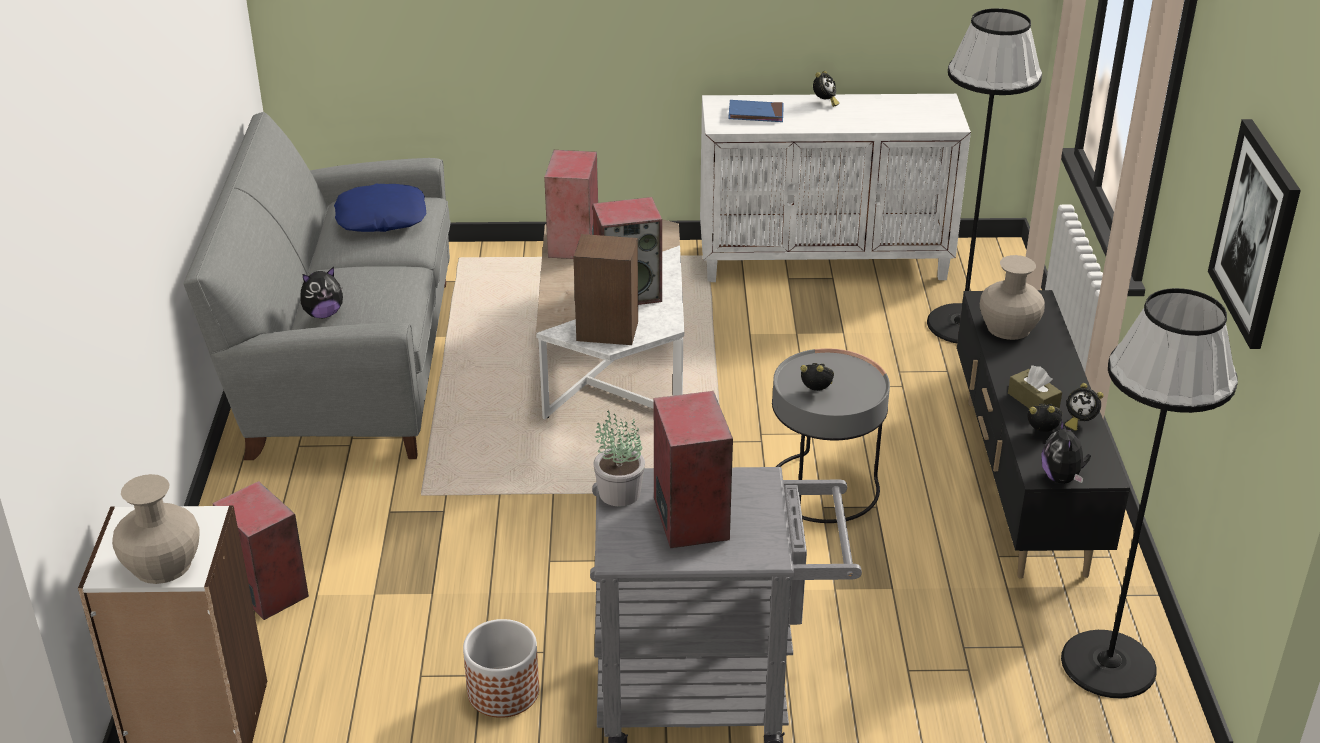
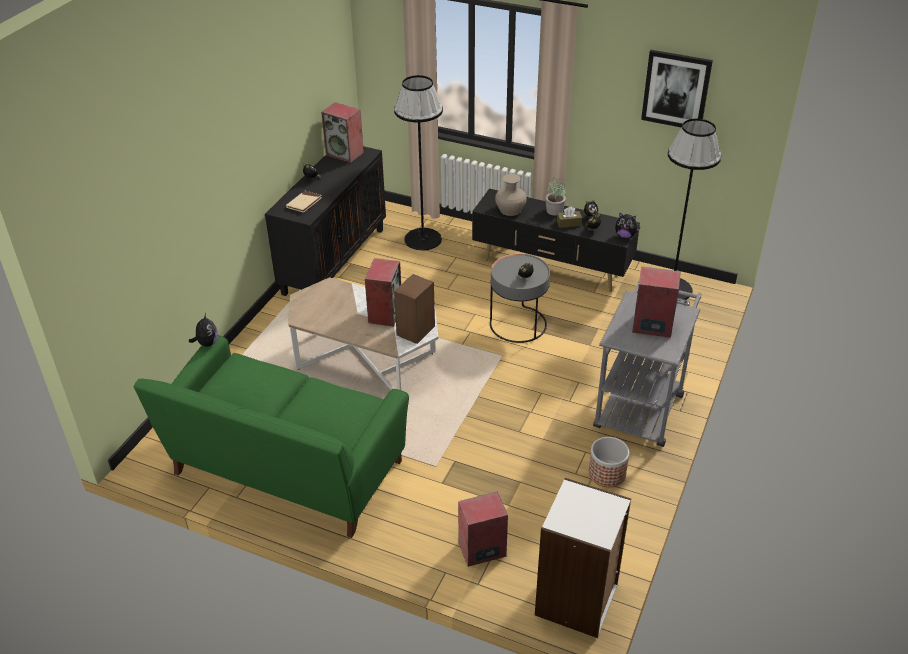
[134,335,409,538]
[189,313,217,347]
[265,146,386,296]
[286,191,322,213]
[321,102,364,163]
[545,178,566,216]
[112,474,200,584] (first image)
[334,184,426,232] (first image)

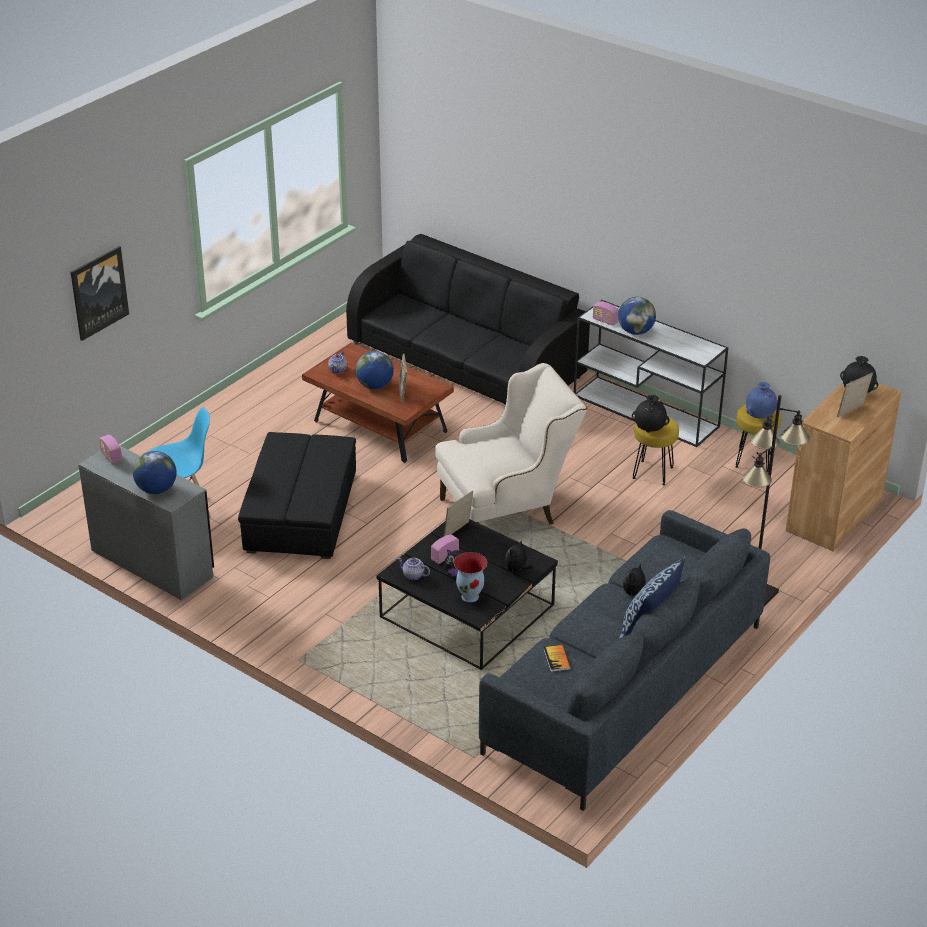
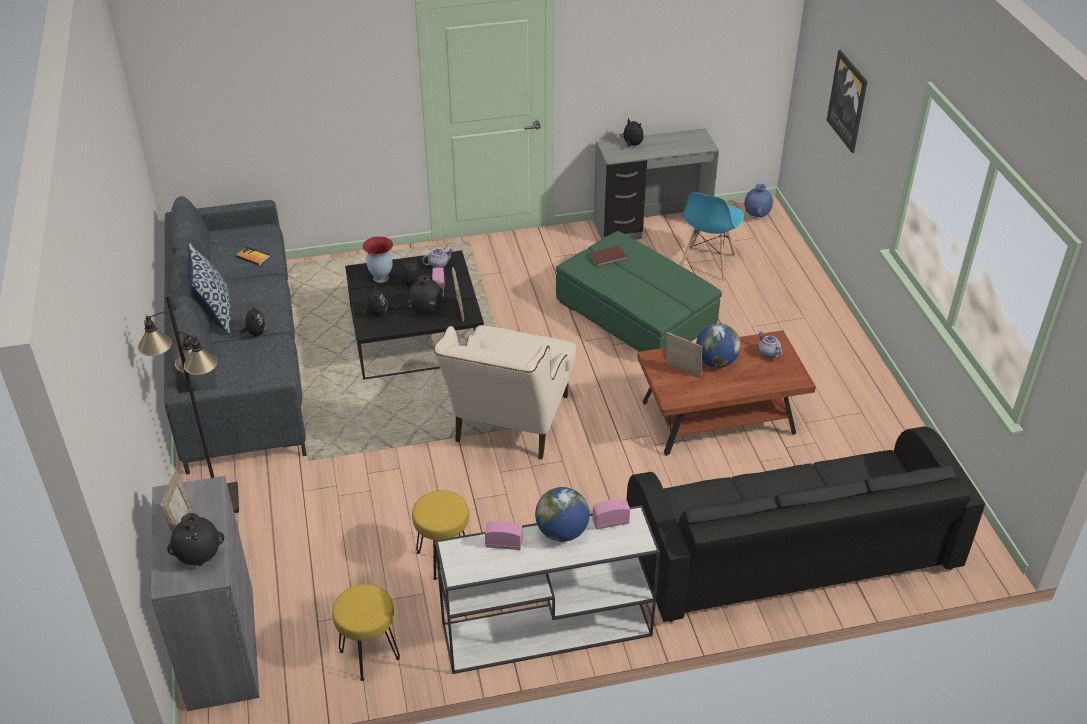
[151,476,259,711]
[407,274,444,313]
[485,521,522,550]
[556,231,722,352]
[589,245,628,267]
[620,118,644,147]
[744,184,773,217]

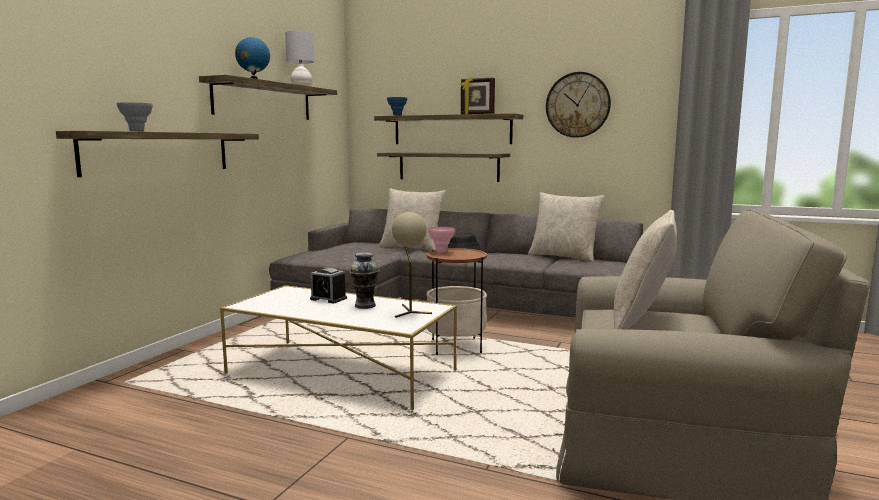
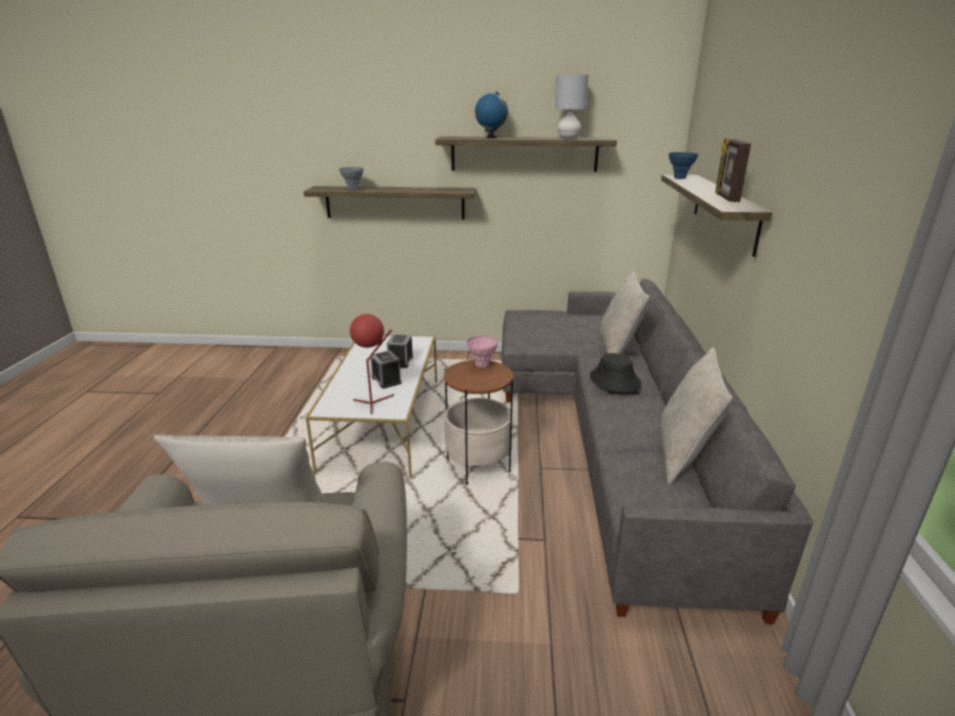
[350,314,394,414]
[370,350,401,389]
[377,152,510,182] (first image)
[546,72,611,138] (first image)

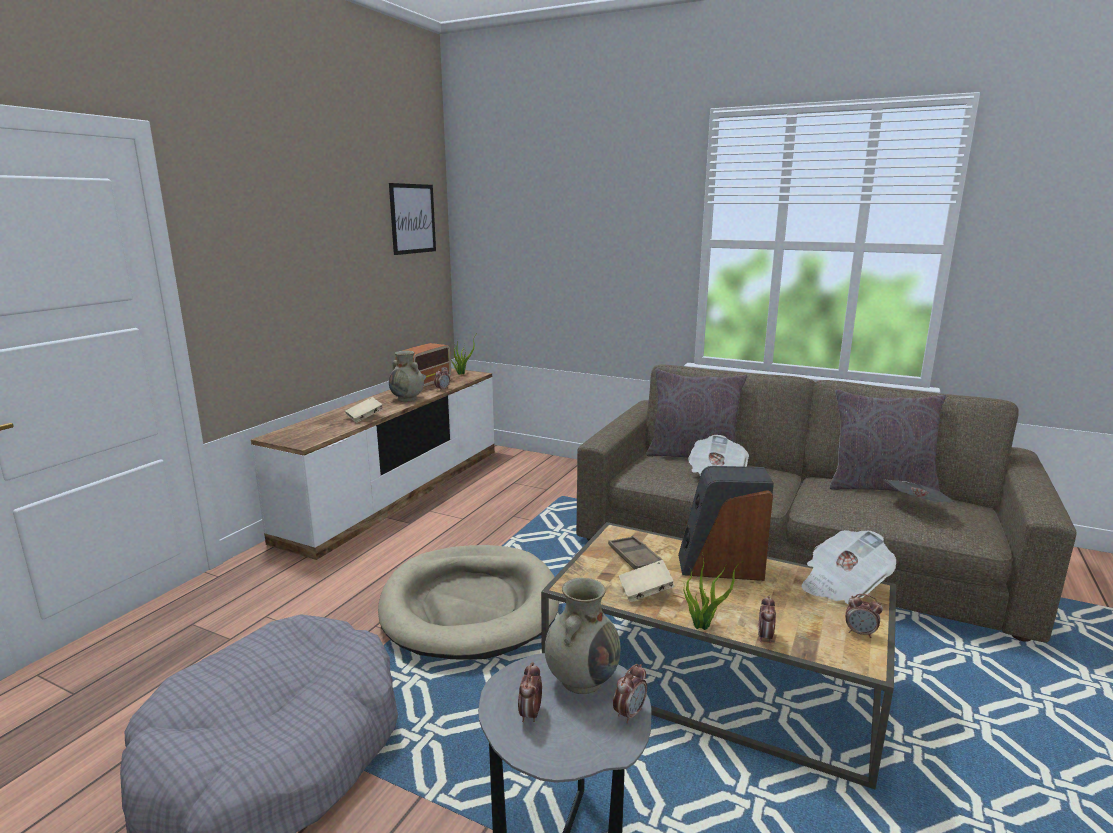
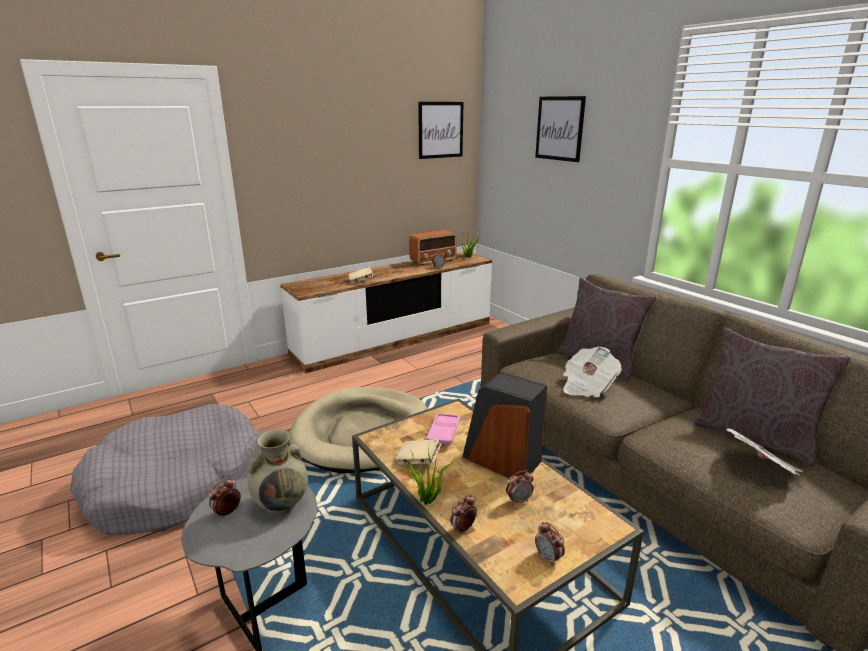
[426,413,460,445]
[506,470,534,505]
[535,96,586,162]
[389,351,424,402] (first image)
[801,530,896,604] (first image)

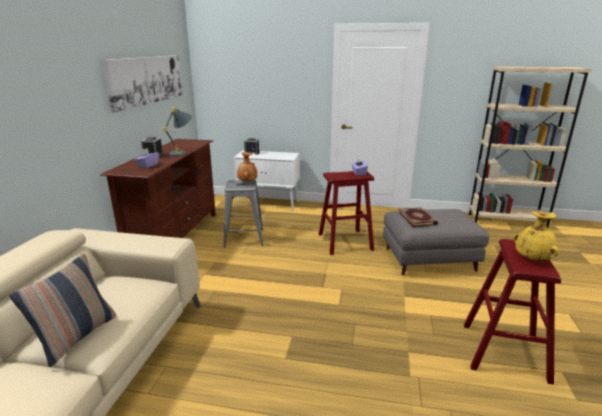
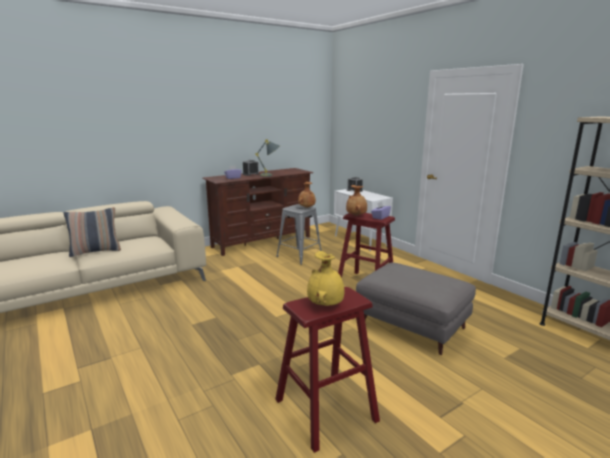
[346,185,367,216]
[102,55,182,113] (first image)
[399,208,438,227] (first image)

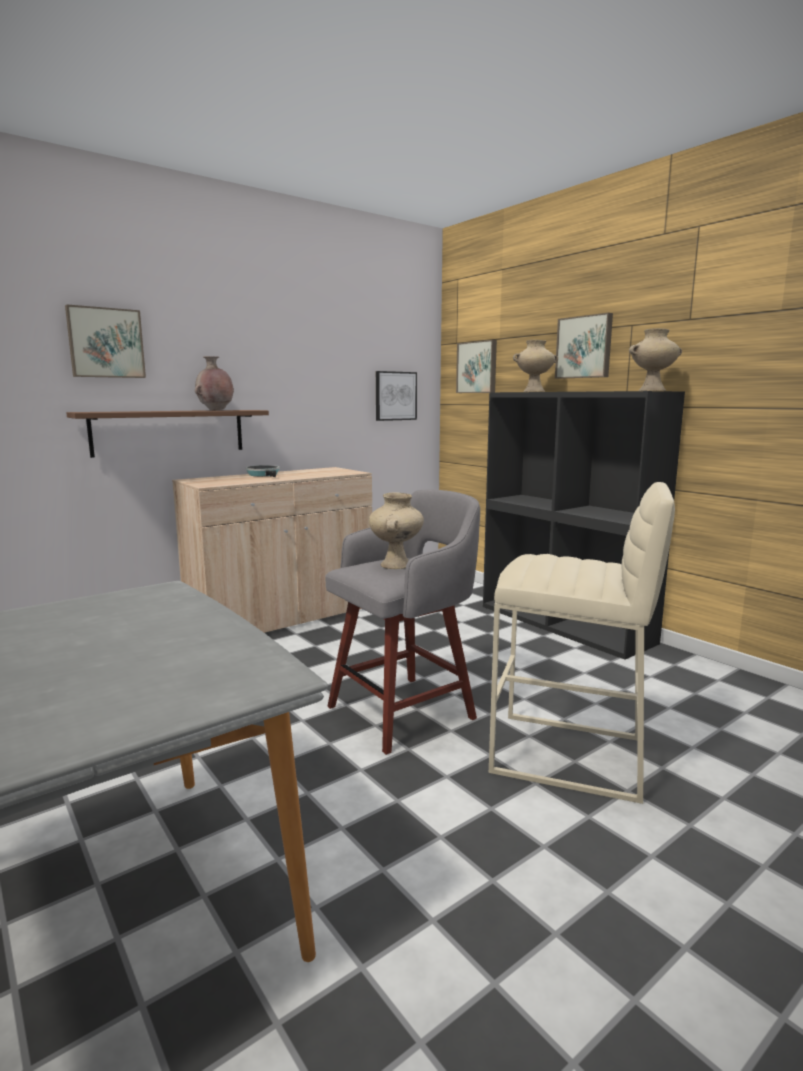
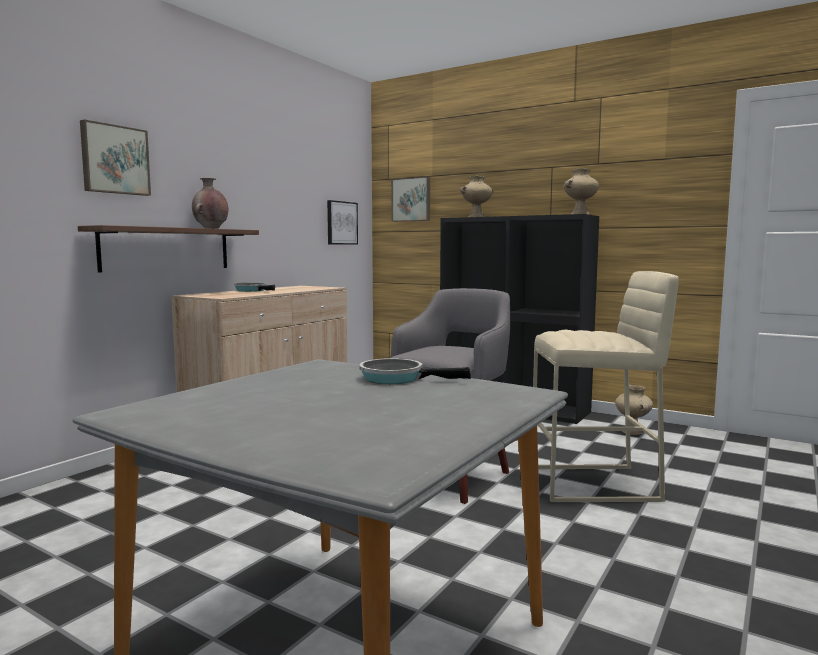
[359,358,471,384]
[615,385,653,435]
[555,313,613,379] (first image)

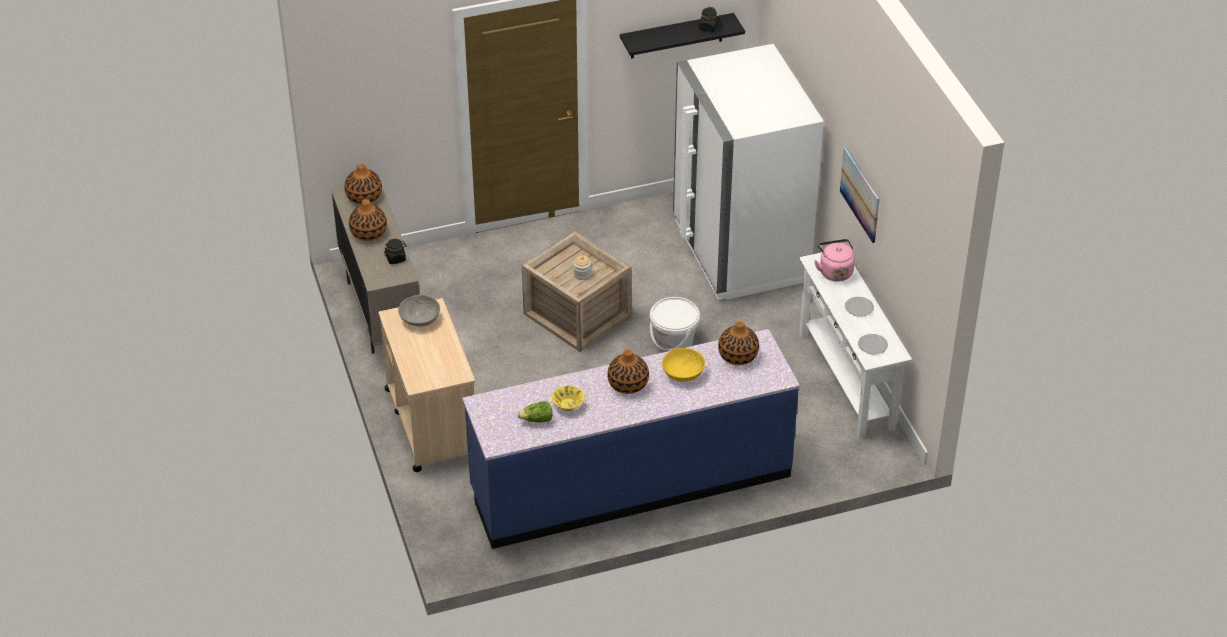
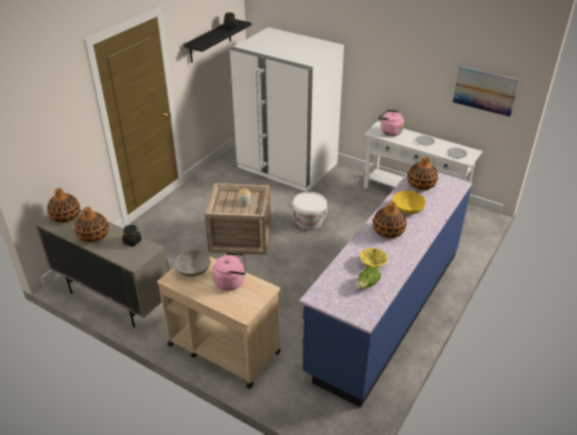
[213,252,246,291]
[453,66,520,117]

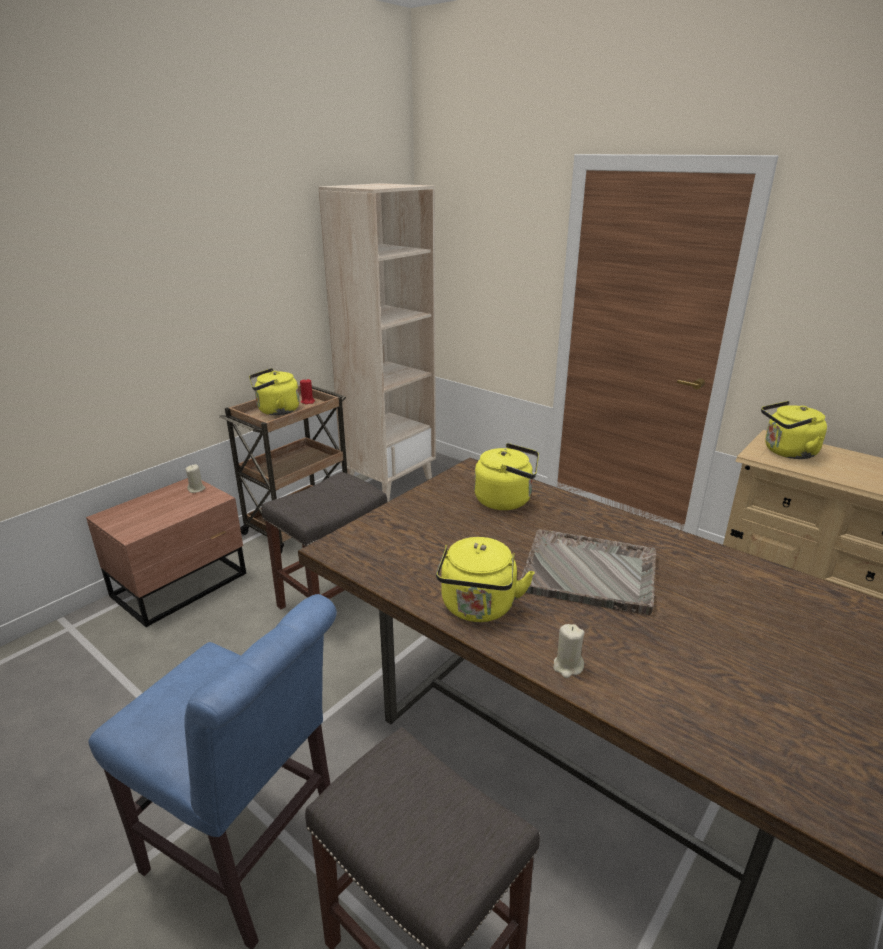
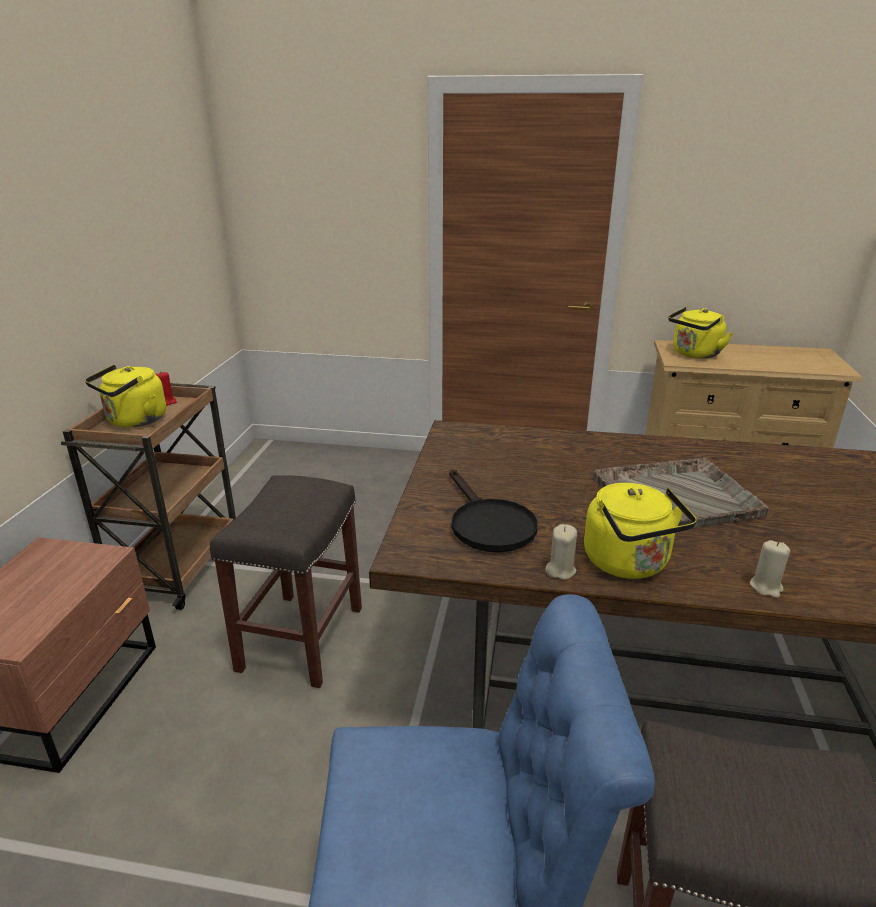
[449,469,538,552]
[545,524,577,580]
[319,183,436,502] (first image)
[474,443,539,510] (first image)

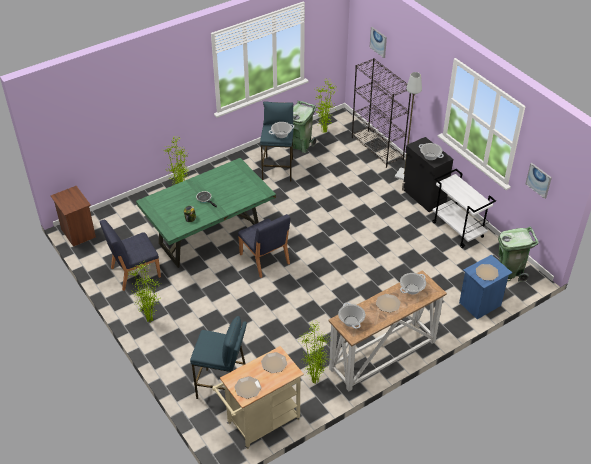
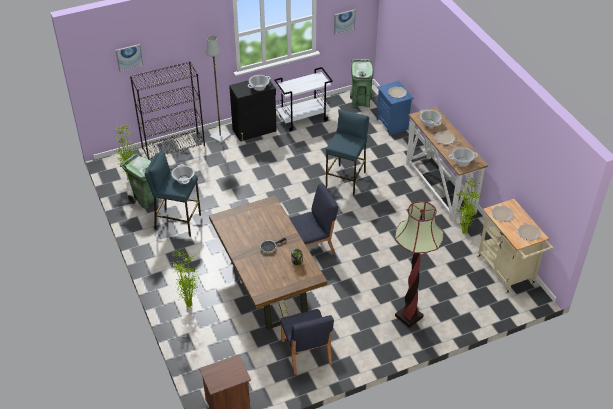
[209,196,327,330]
[326,109,369,195]
[395,201,443,328]
[129,261,161,323] (first image)

